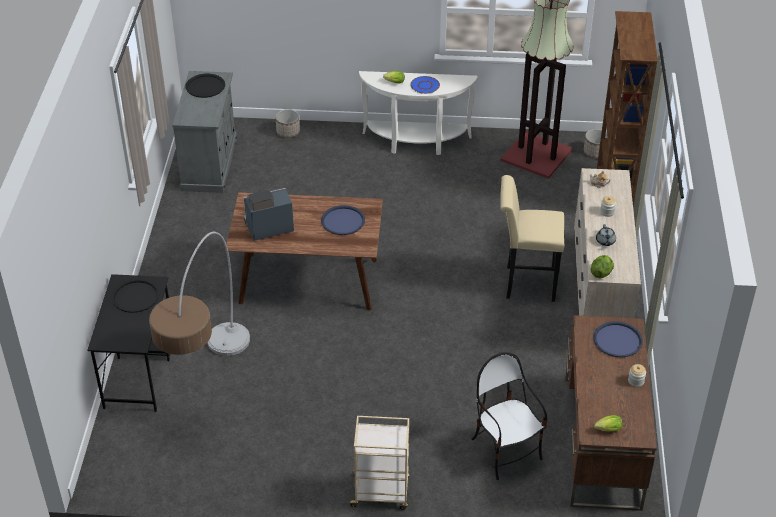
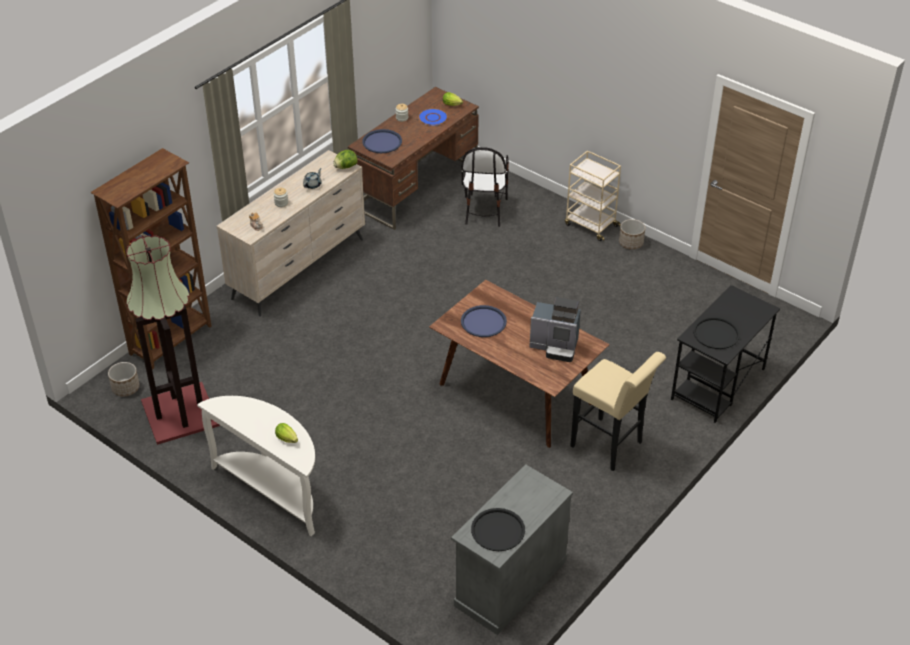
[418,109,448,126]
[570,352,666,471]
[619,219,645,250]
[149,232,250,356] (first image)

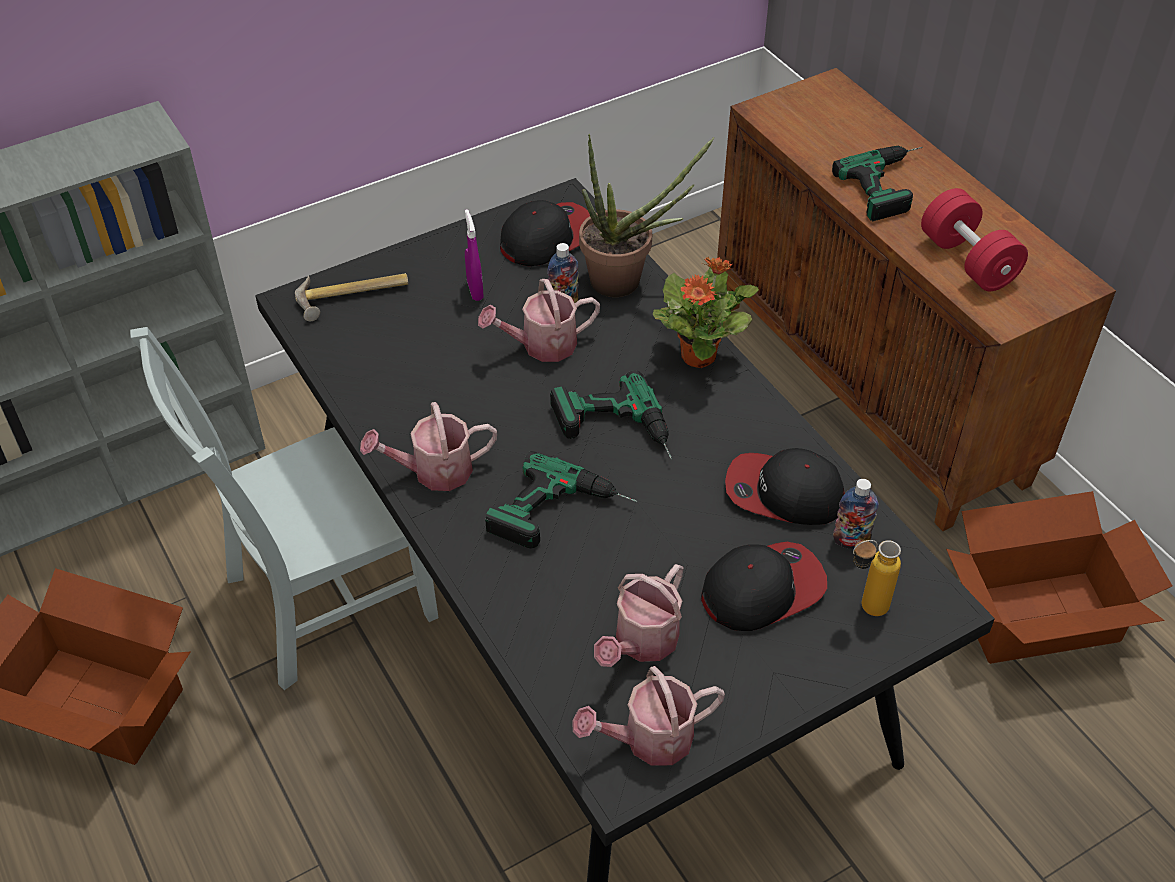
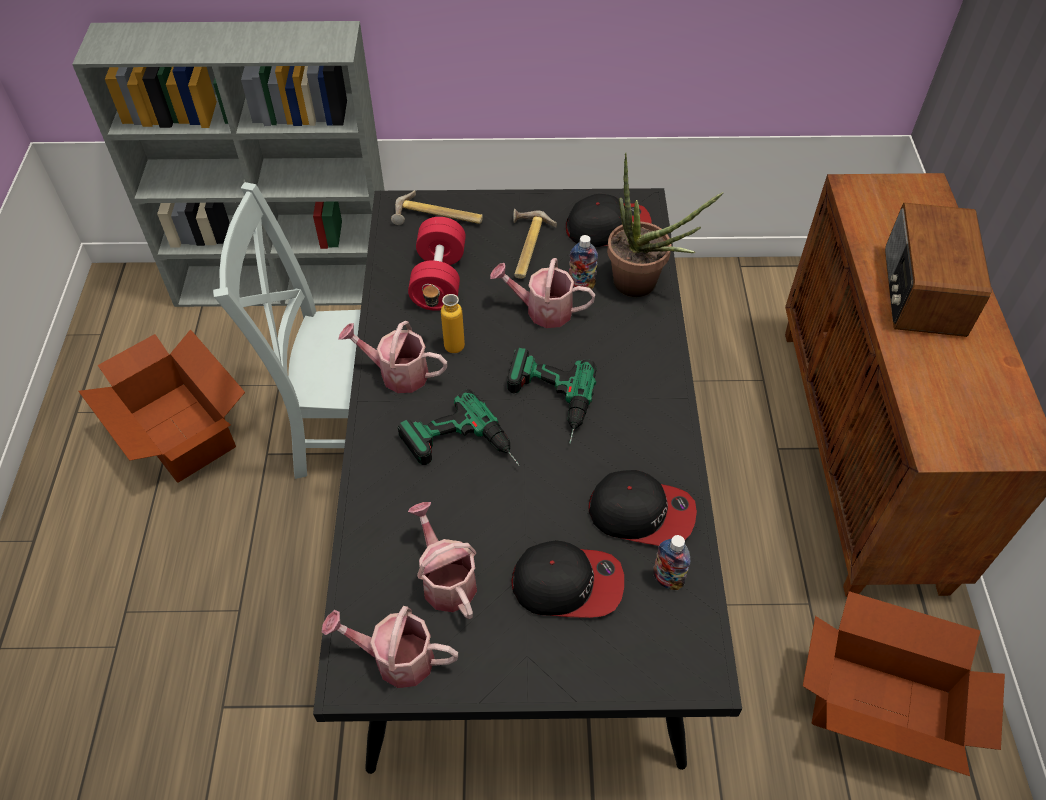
[408,217,466,311]
[408,502,477,619]
[422,284,465,353]
[513,209,557,279]
[589,470,697,546]
[885,203,991,337]
[653,257,759,368] (first image)

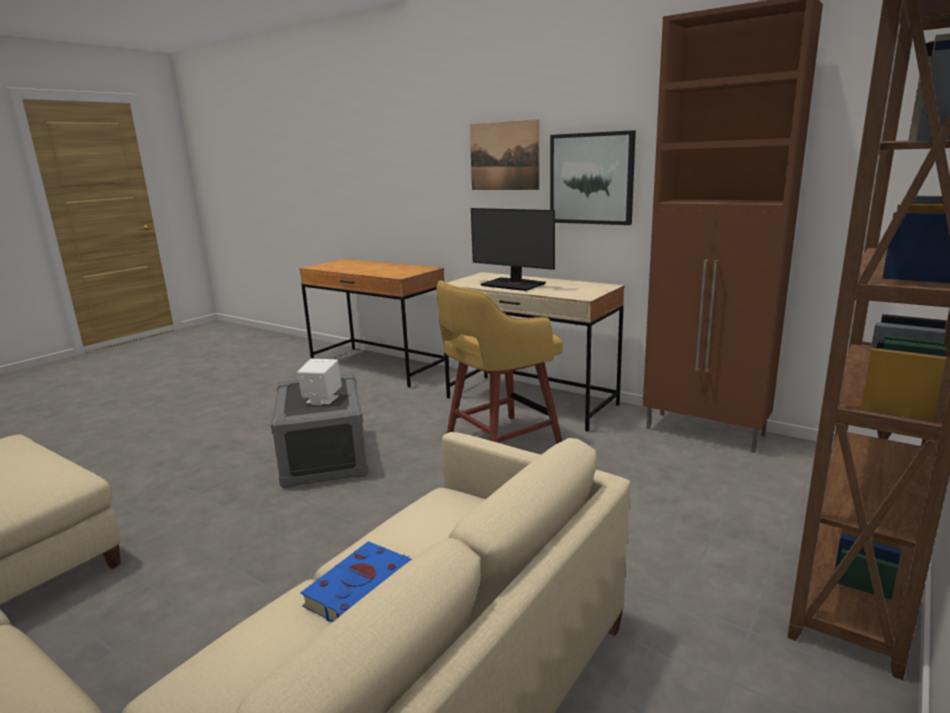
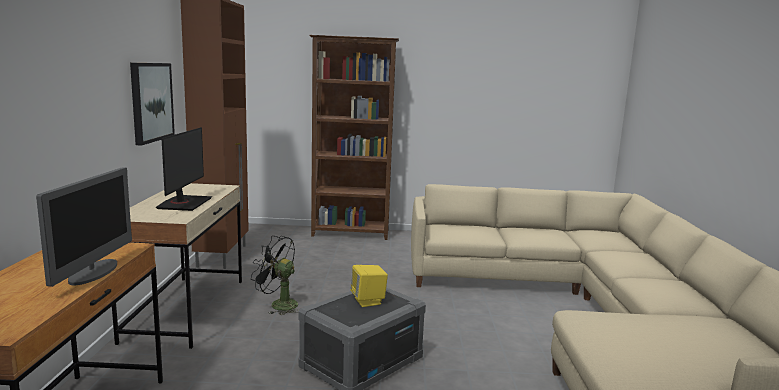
[36,167,132,287]
[251,236,299,315]
[350,265,388,307]
[300,541,412,622] (first image)
[470,120,540,190] (first image)

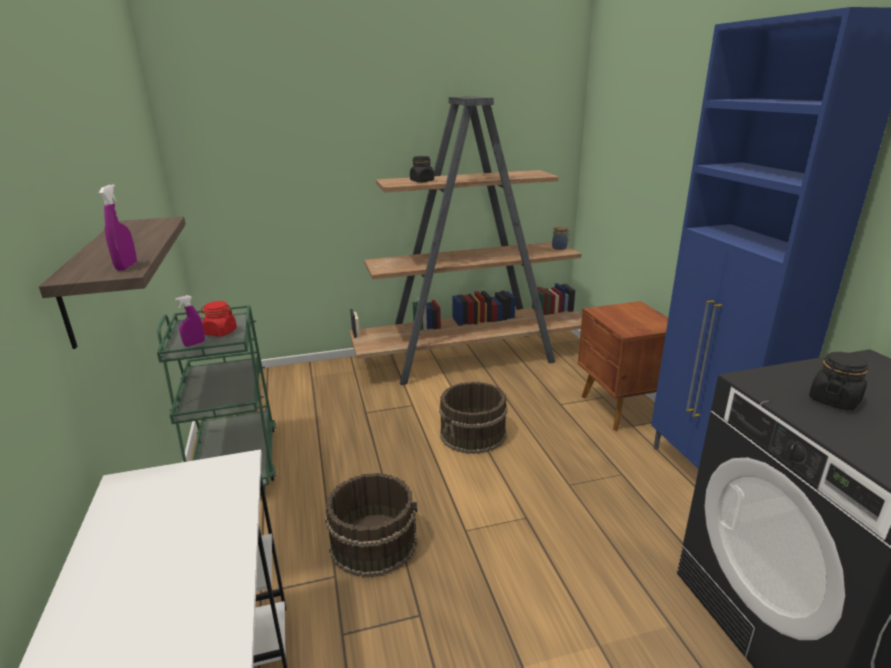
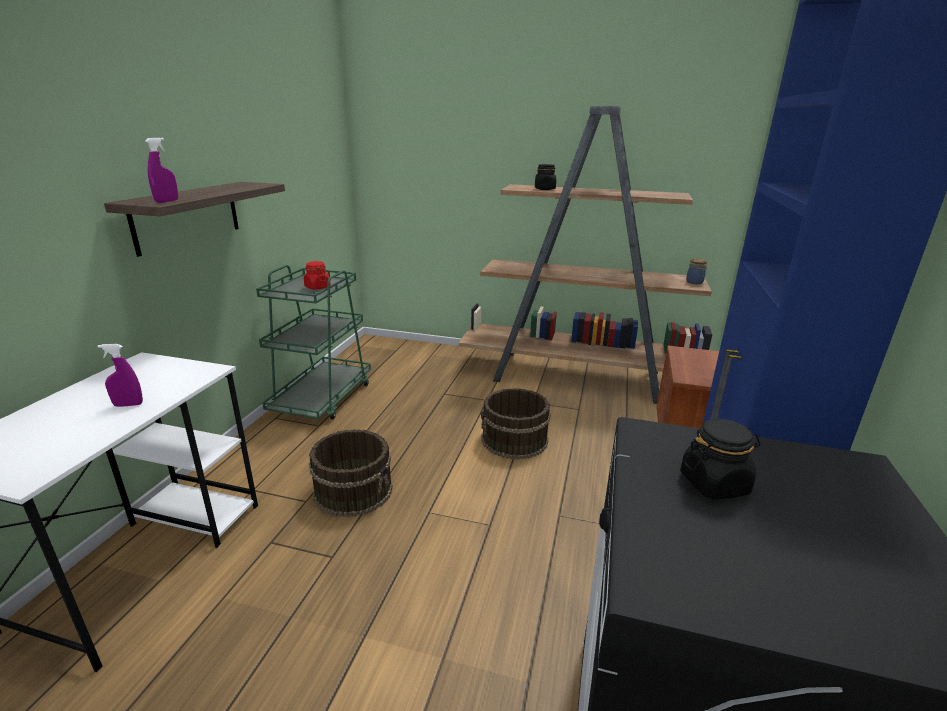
[98,344,143,407]

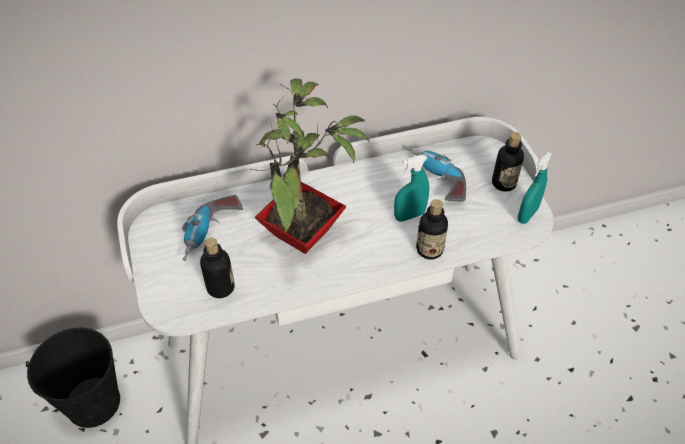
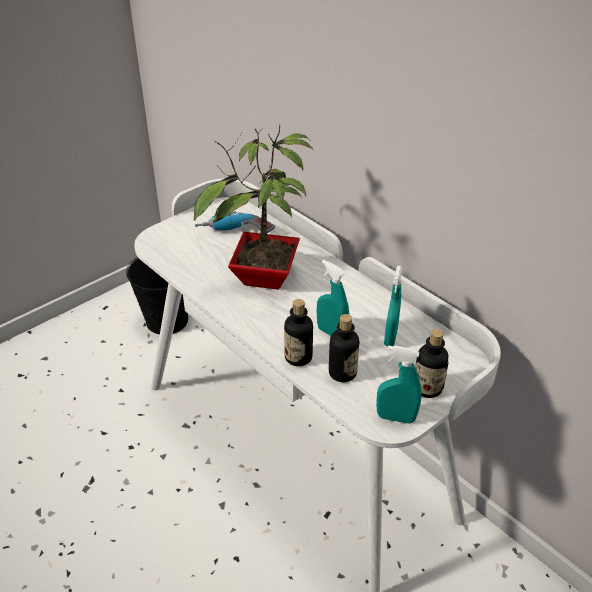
[329,314,359,382]
[384,266,402,346]

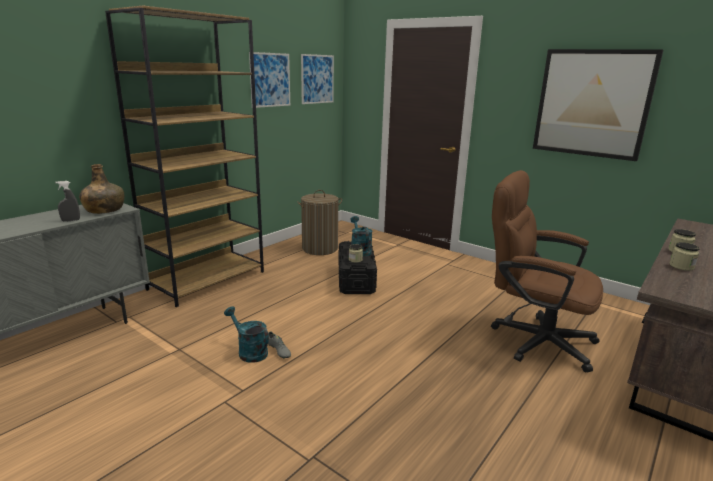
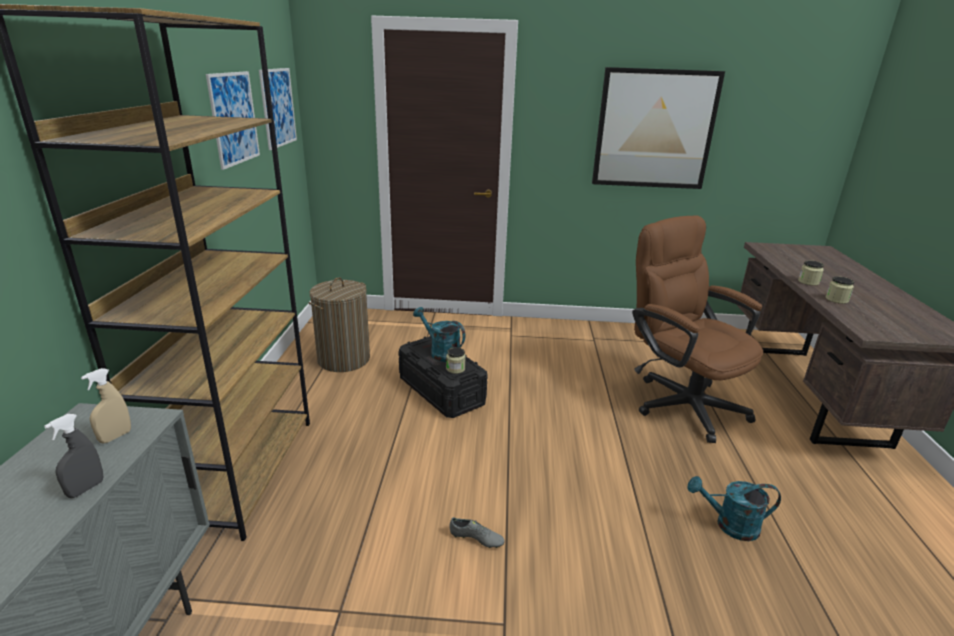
[81,368,131,443]
[632,215,763,443]
[688,476,781,541]

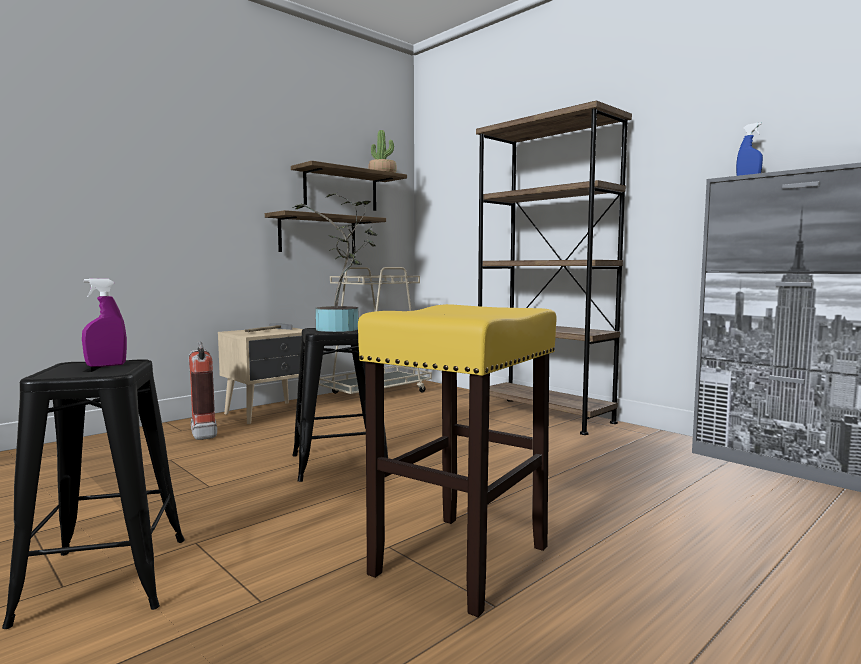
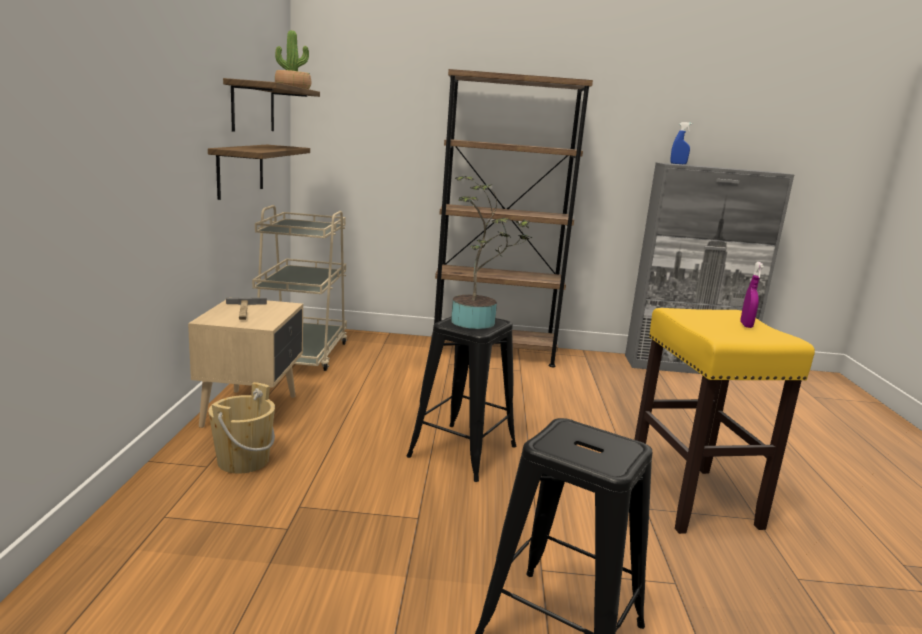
[208,382,275,474]
[740,262,764,328]

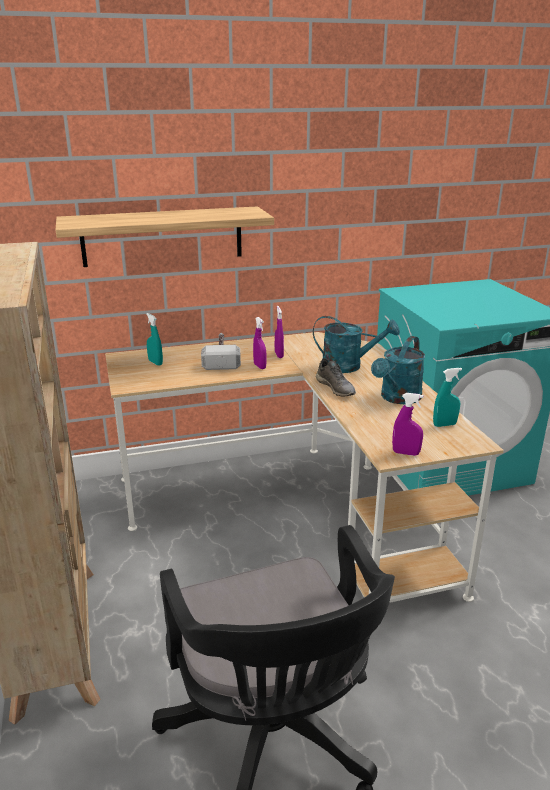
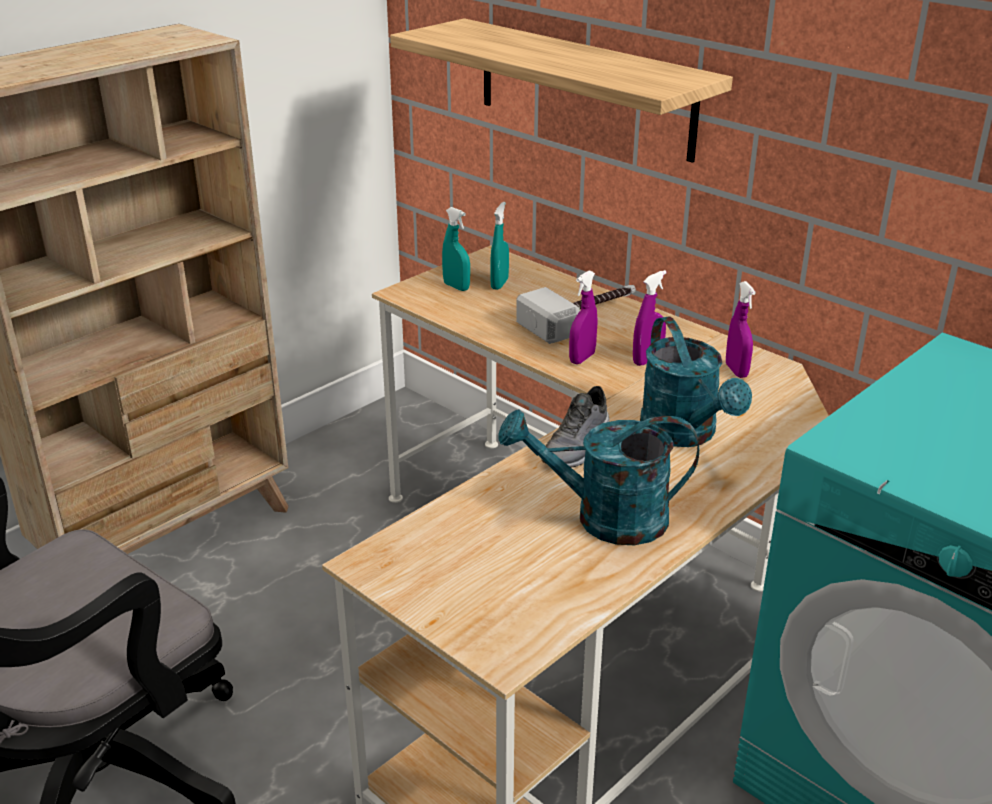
[442,207,470,291]
[726,281,756,378]

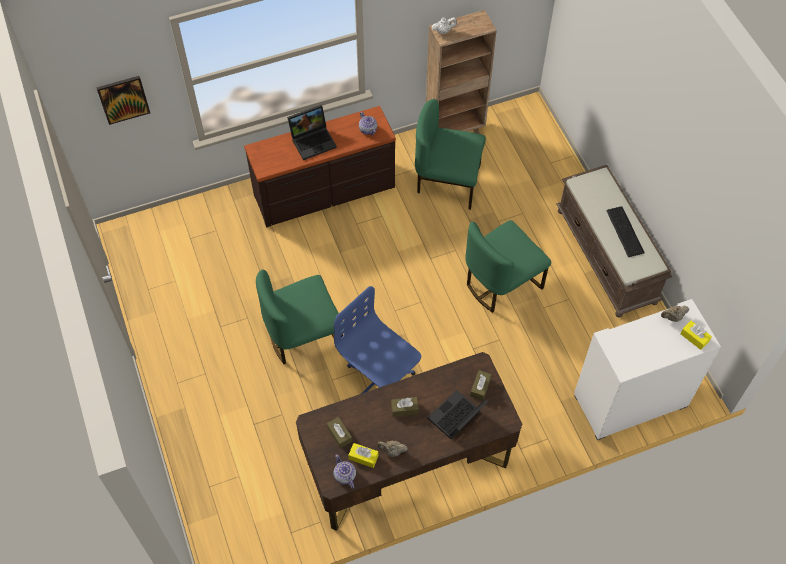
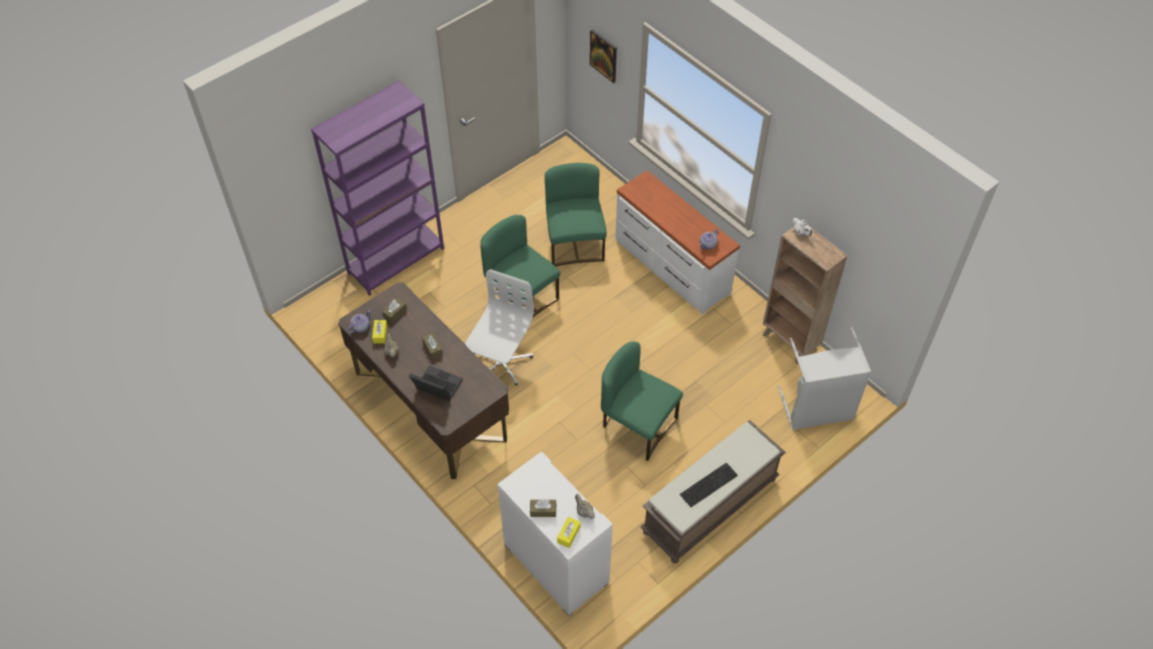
[311,81,444,296]
[465,269,534,386]
[530,499,556,517]
[544,163,607,267]
[615,170,740,315]
[778,328,871,430]
[287,105,337,160] (first image)

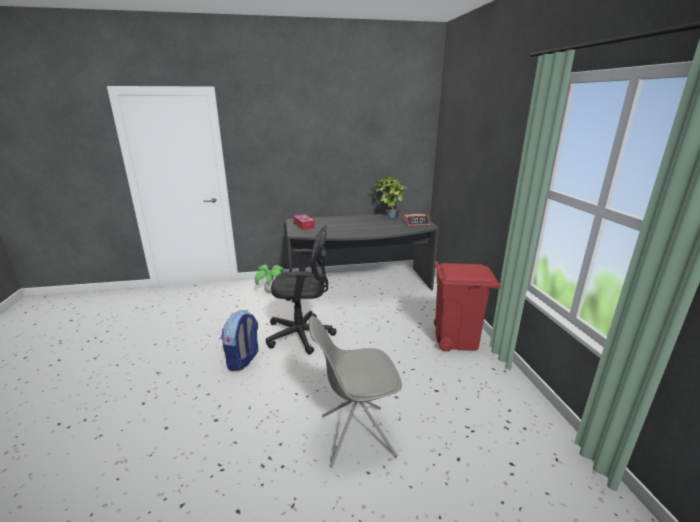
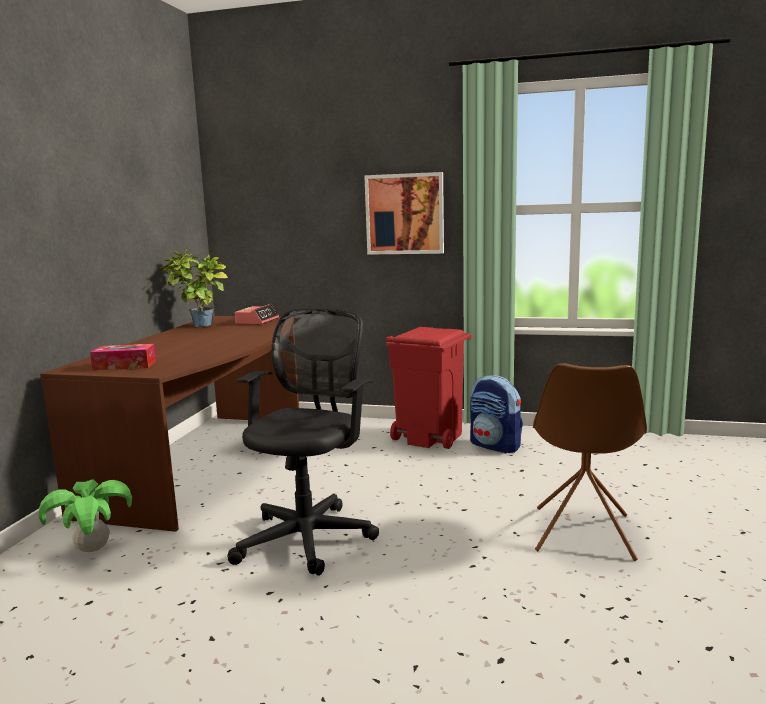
[40,316,299,532]
[364,172,444,255]
[470,375,523,454]
[533,363,647,561]

